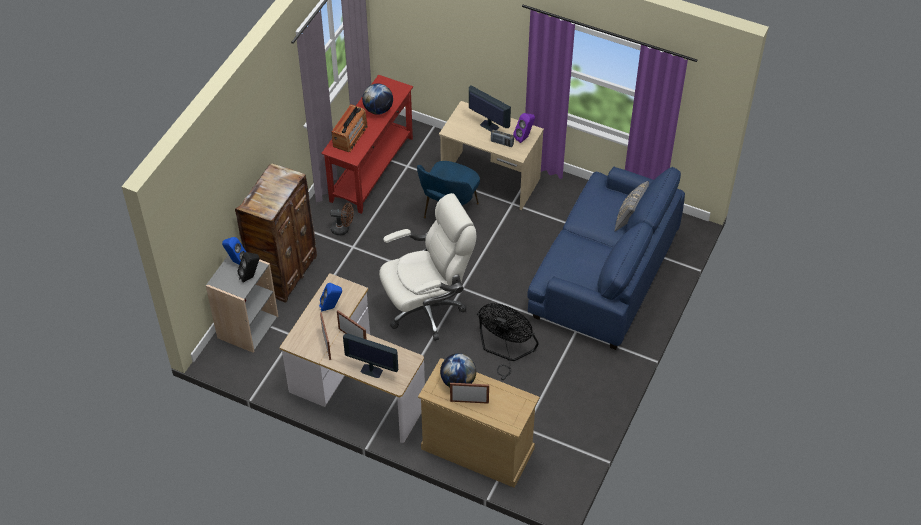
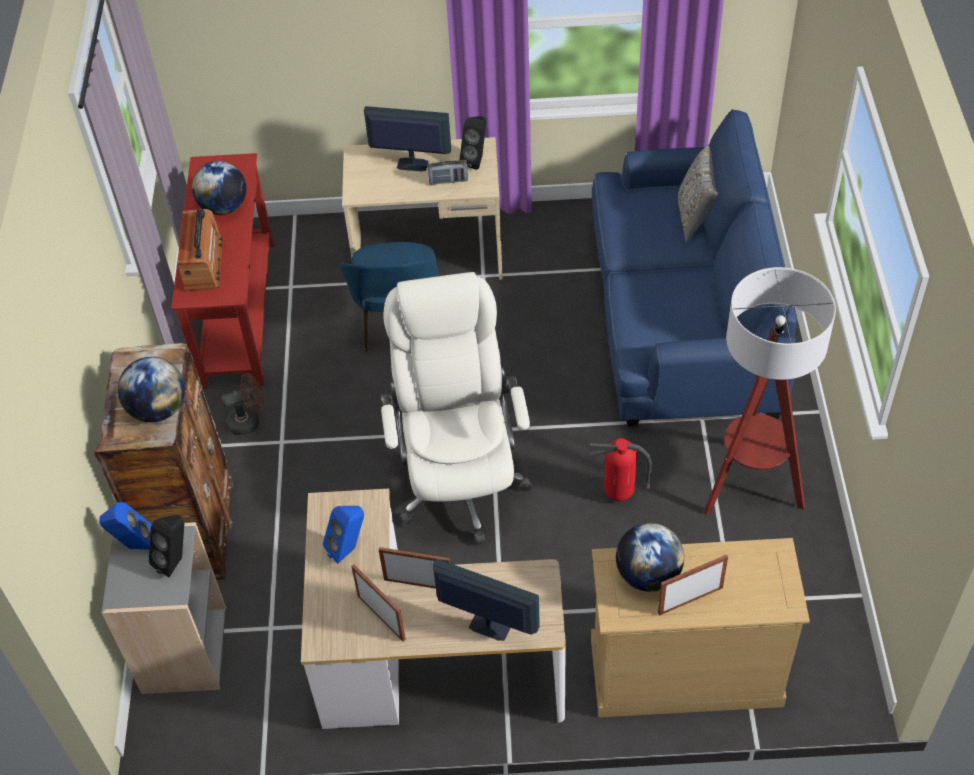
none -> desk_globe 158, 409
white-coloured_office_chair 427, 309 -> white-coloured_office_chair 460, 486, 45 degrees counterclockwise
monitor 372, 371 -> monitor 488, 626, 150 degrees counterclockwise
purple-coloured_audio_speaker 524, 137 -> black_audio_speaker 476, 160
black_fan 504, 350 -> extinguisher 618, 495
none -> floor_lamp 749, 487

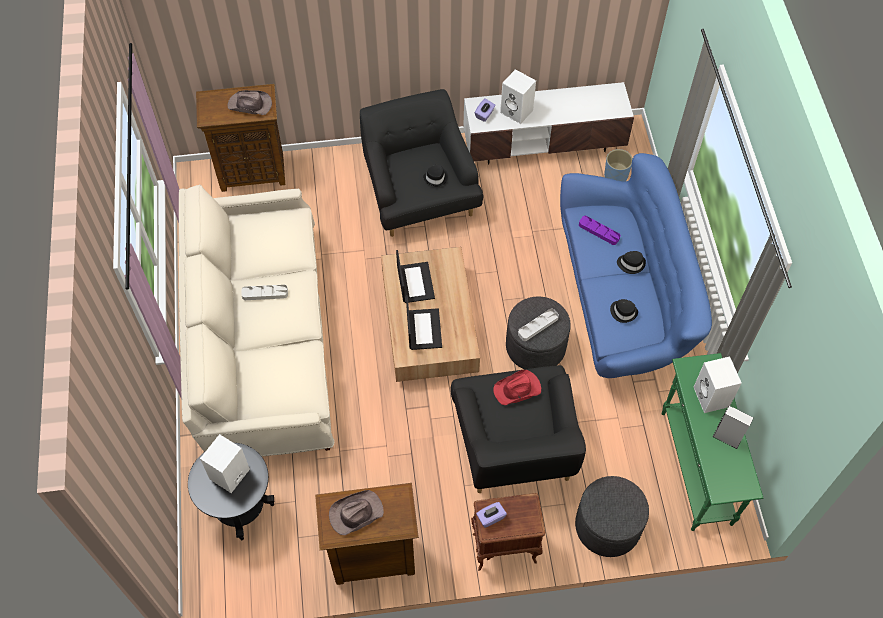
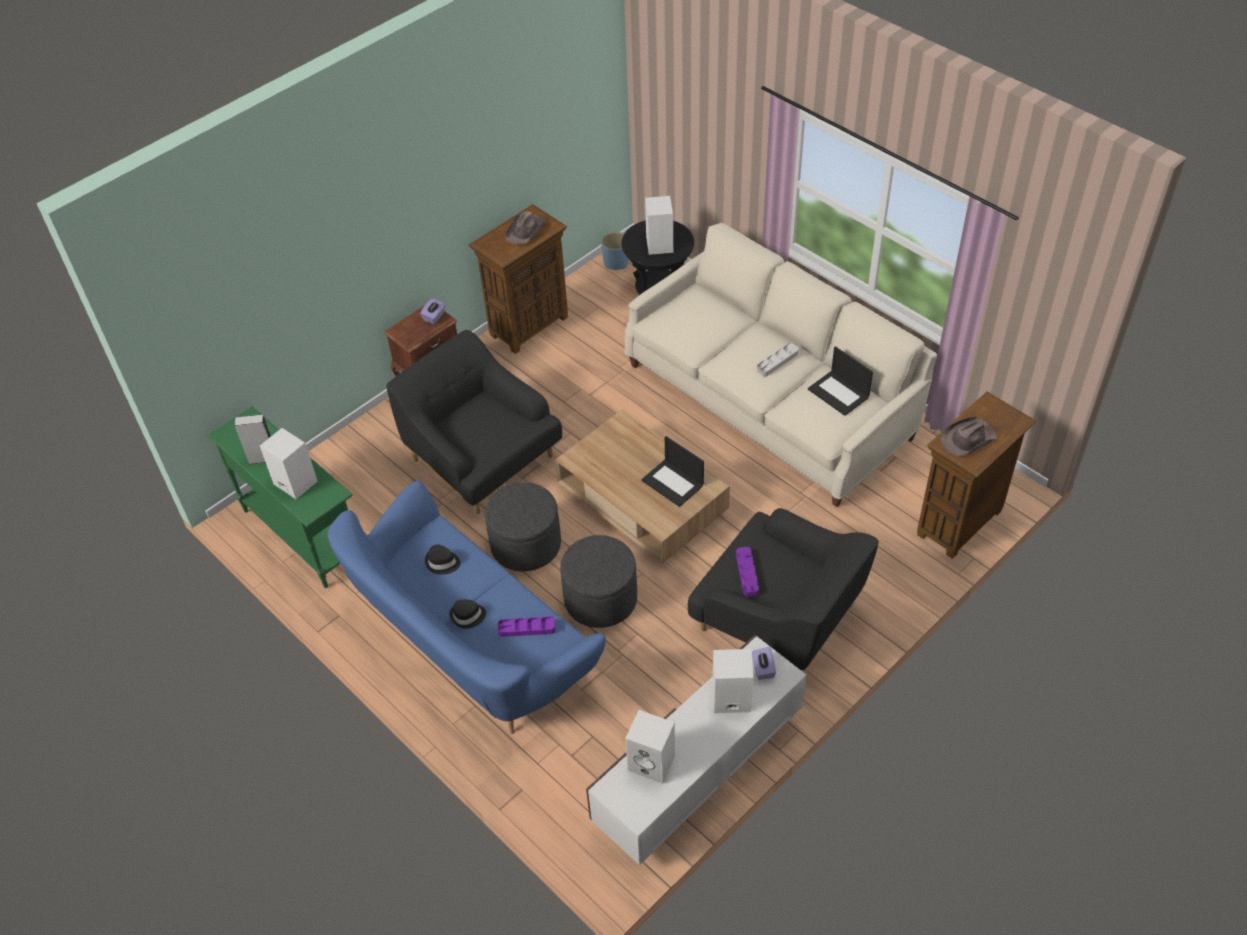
gray_pouffe 607, 526 -> gray_pouffe 600, 599, shifted
bluish_planter 615, 176 -> bluish_planter 616, 262, shifted
none -> white-coloured_audio_speaker 652, 763
black_hat 436, 178 -> purple-coloured_serving_tray 747, 573
notebook_computer 423, 329 -> notebook_computer 839, 393, shifted
red_hat 517, 389 -> none
gray_serving_tray 538, 326 -> none

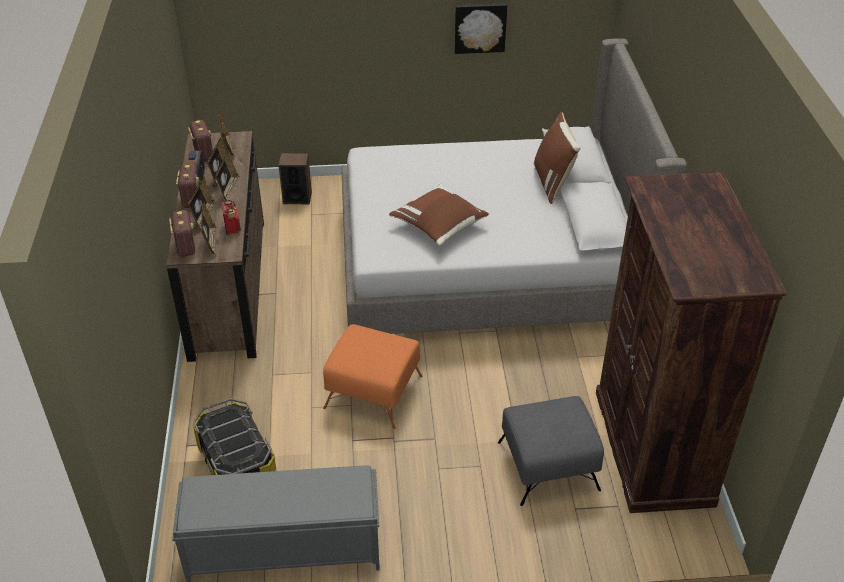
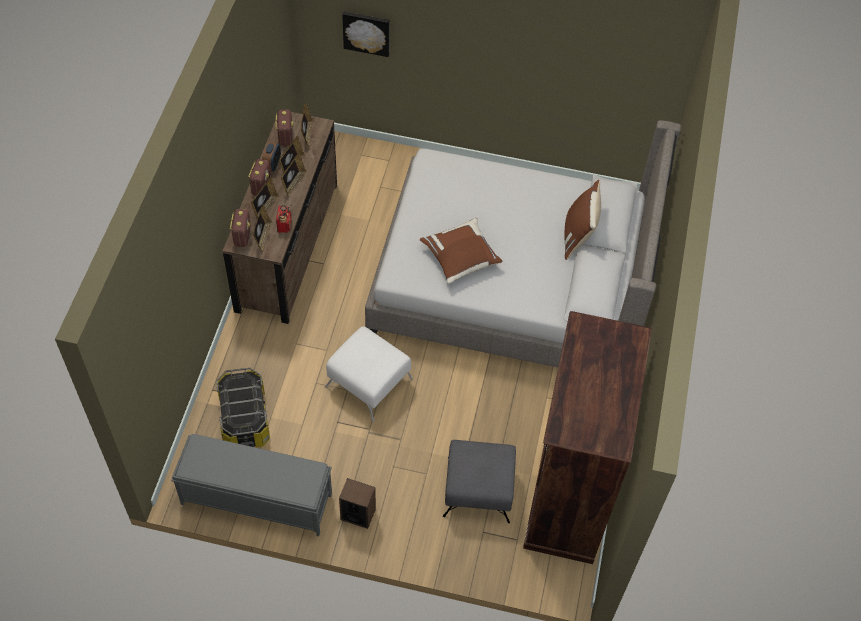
orange_pouffe 373, 391 -> white-coloured_pouffe 368, 382
audio_speaker 297, 198 -> audio_speaker 358, 514, shifted
picture 480, 27 -> picture 366, 32, shifted

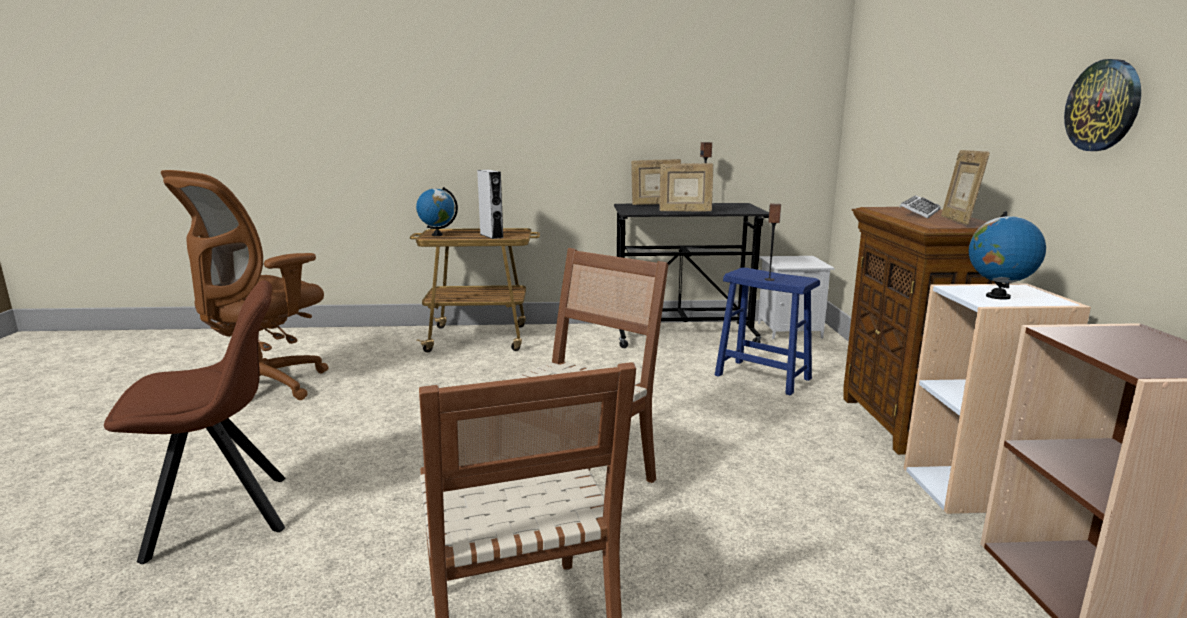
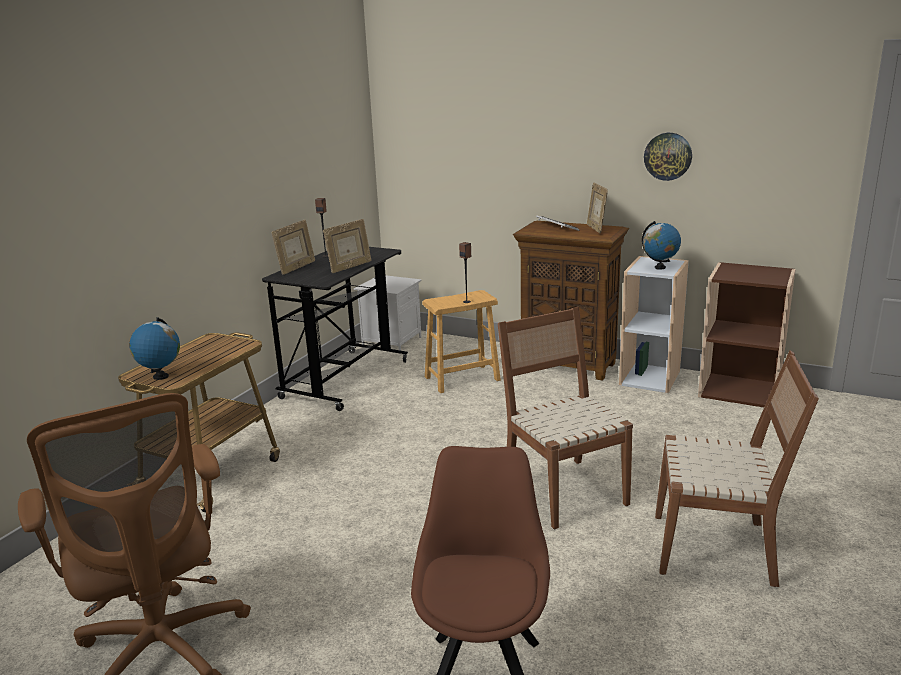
bluish_sitting_stool 762, 377 -> brownish_sitting_stool 462, 379
picture_frame 958, 221 -> picture_frame 596, 229, 45 degrees clockwise
gray_audio_speaker 491, 236 -> none

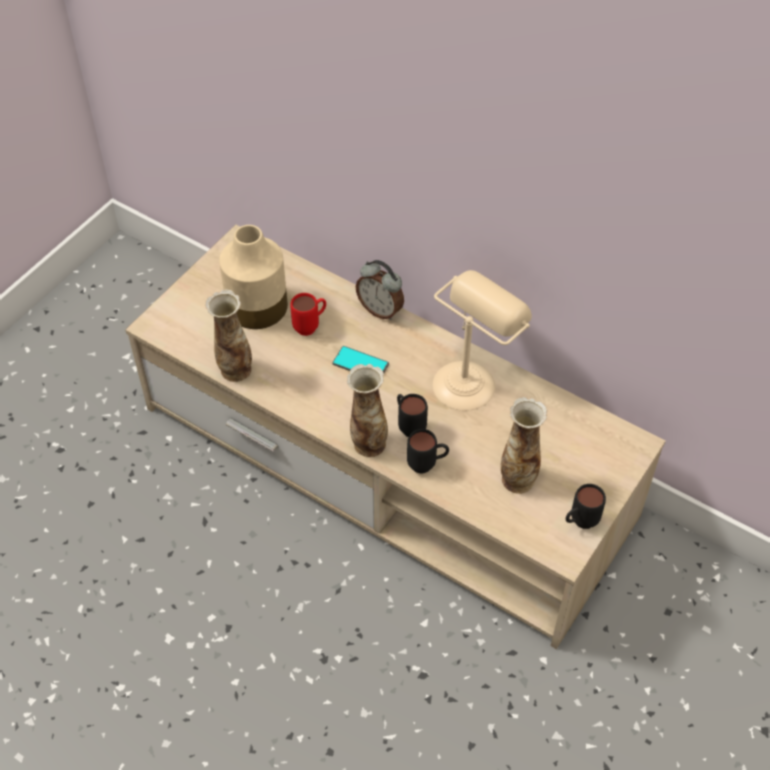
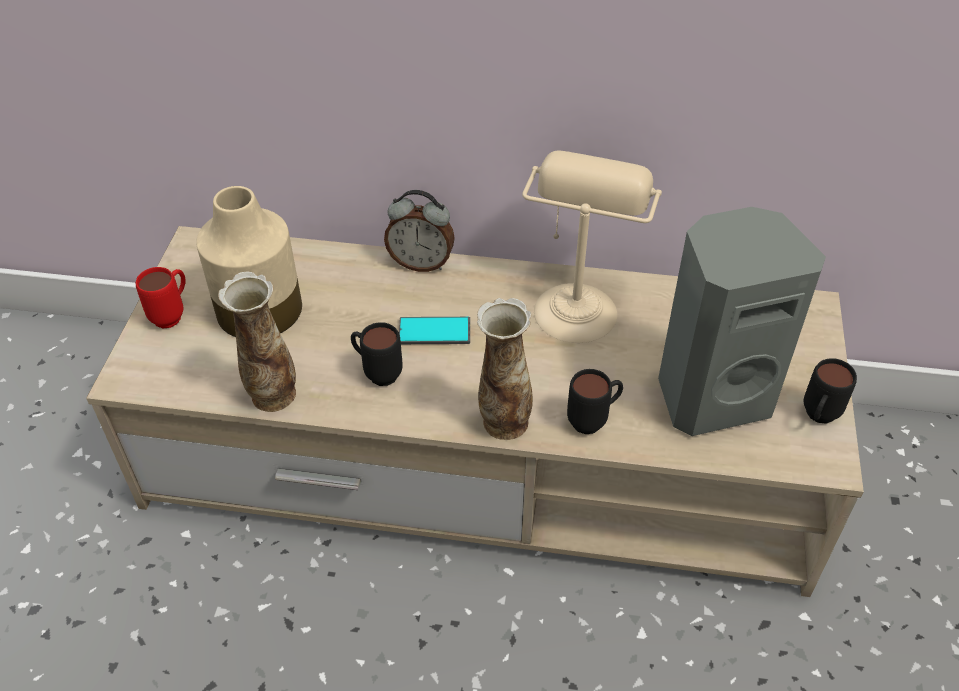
red_coffee_mug 310, 326 -> red_coffee_mug 173, 314, shifted
black_coffee_mug 409, 426 -> black_coffee_mug 377, 372, shifted
decorative_vase 518, 479 -> gray_audio_speaker 712, 395

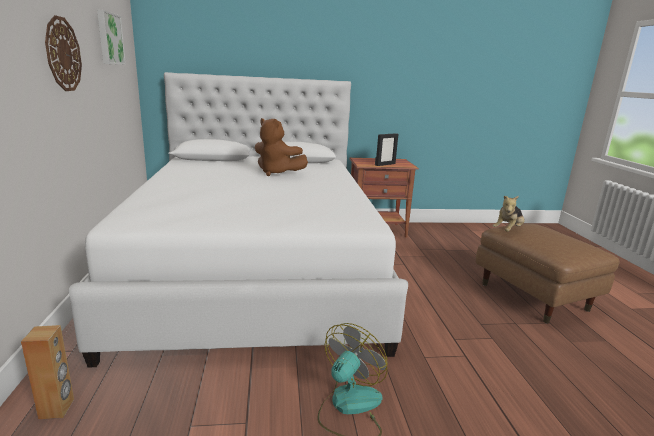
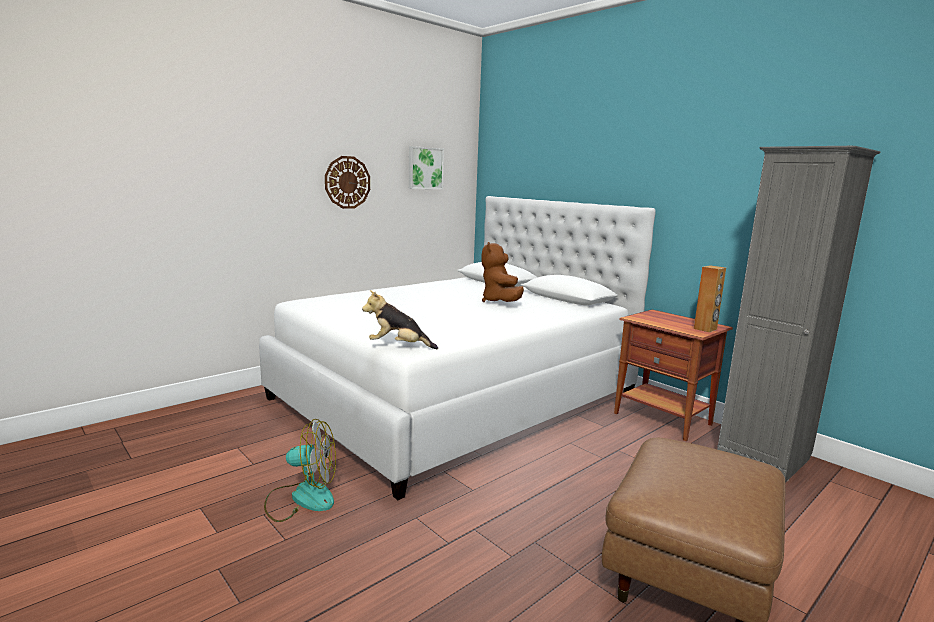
cuddly_toy 508, 231 -> cuddly_toy 398, 346, shifted
brownish_audio_speaker 57, 409 -> brownish_audio_speaker 705, 329, shifted
none -> gray_cupboard 764, 458
picture_frame 385, 164 -> none

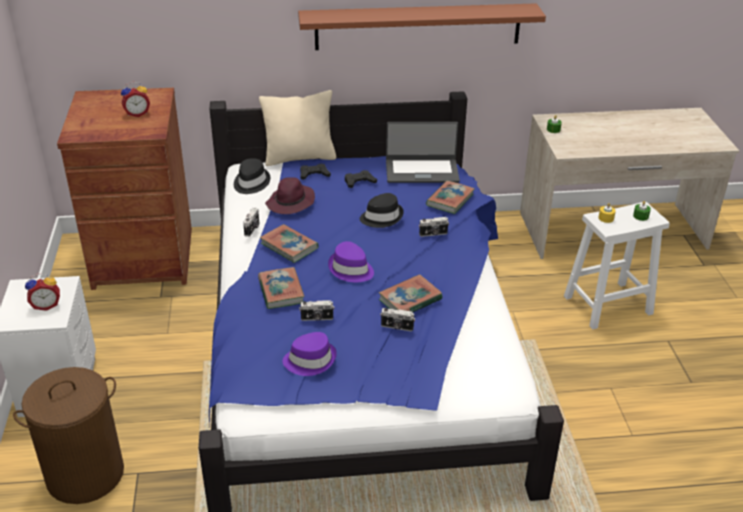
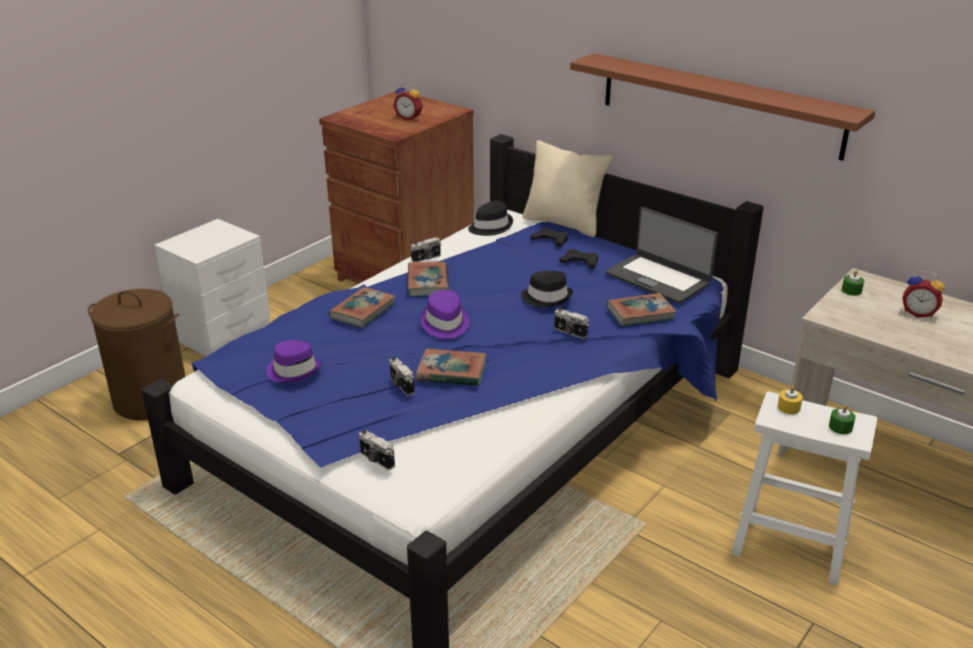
photo_camera 317, 318 -> photo_camera 376, 460, shifted
bedside_clock 46, 305 -> bedside_clock 918, 313, shifted
purple-coloured_hat 290, 203 -> none

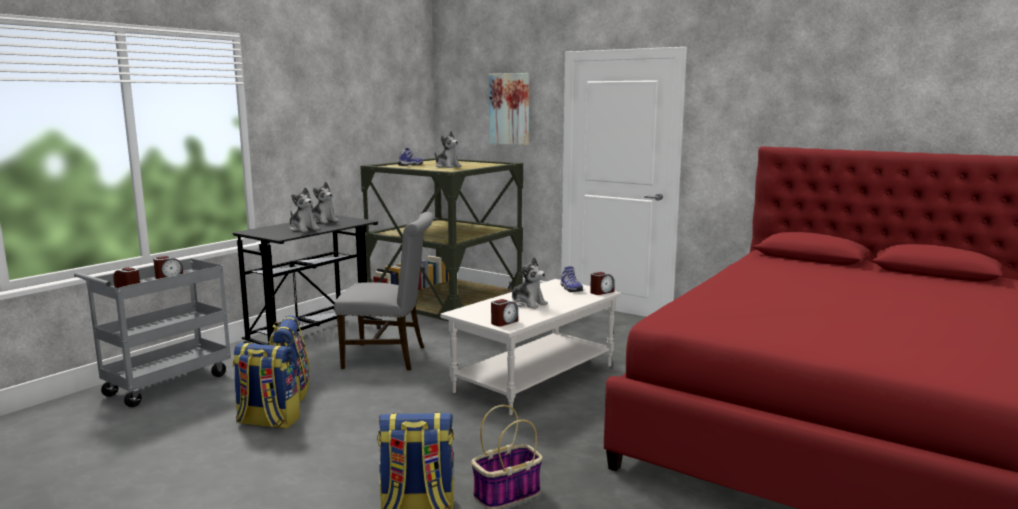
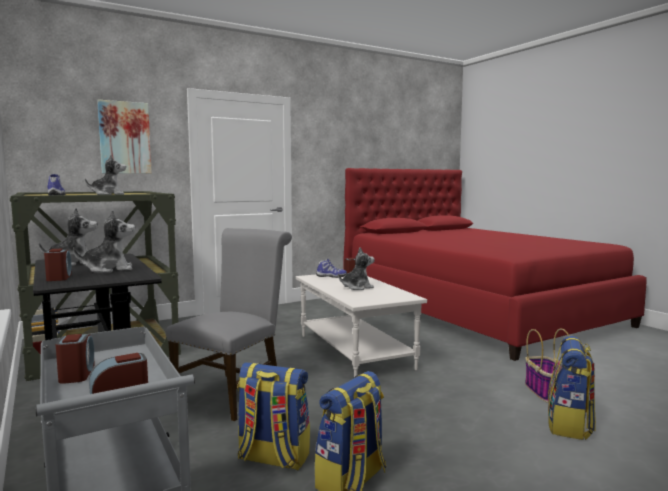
bedside_clock 504, 322 -> bedside_clock 59, 277, shifted

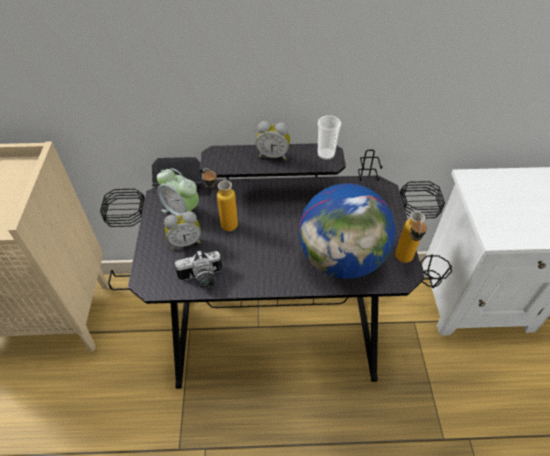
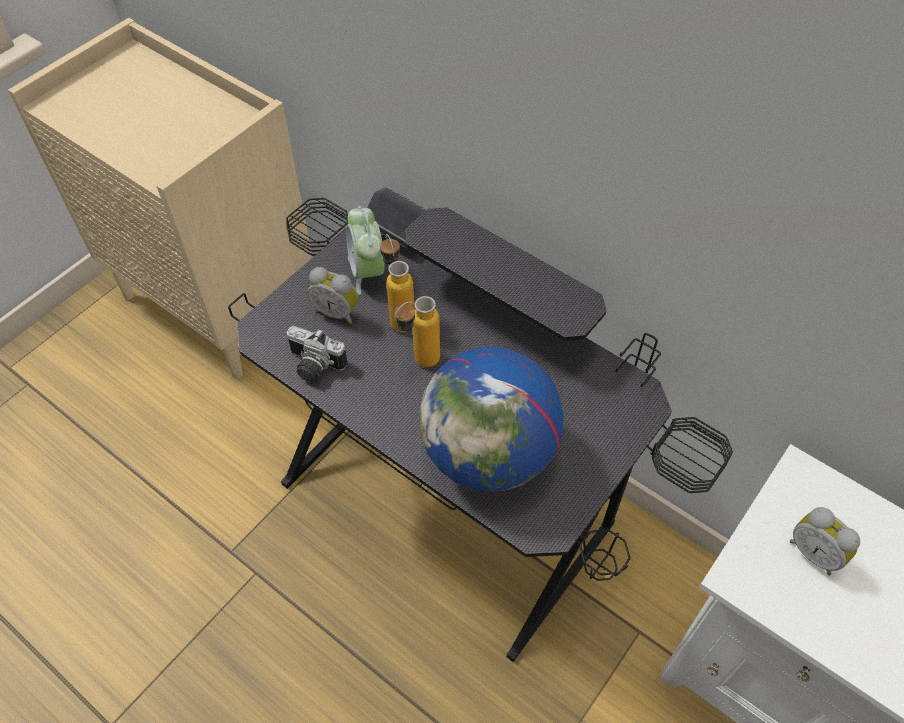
beverage_bottle 403, 262 -> beverage_bottle 418, 363, shifted
bedside_clock 273, 155 -> bedside_clock 814, 552, shifted
small_cup 326, 154 -> none

